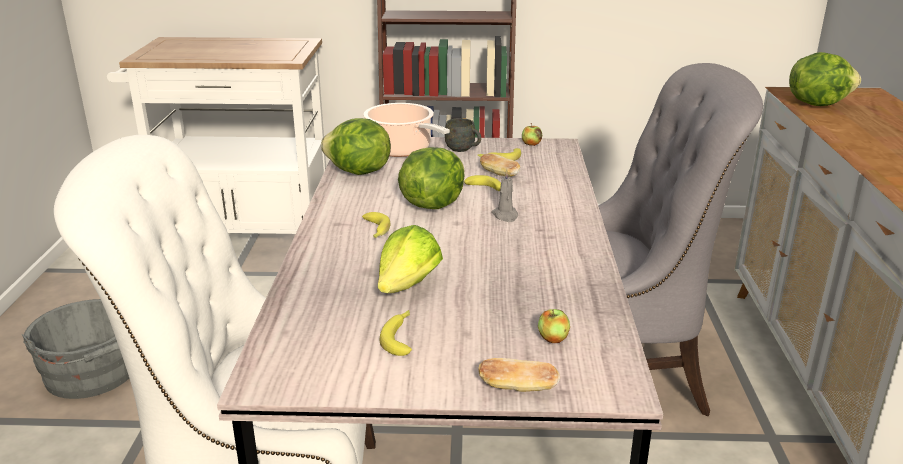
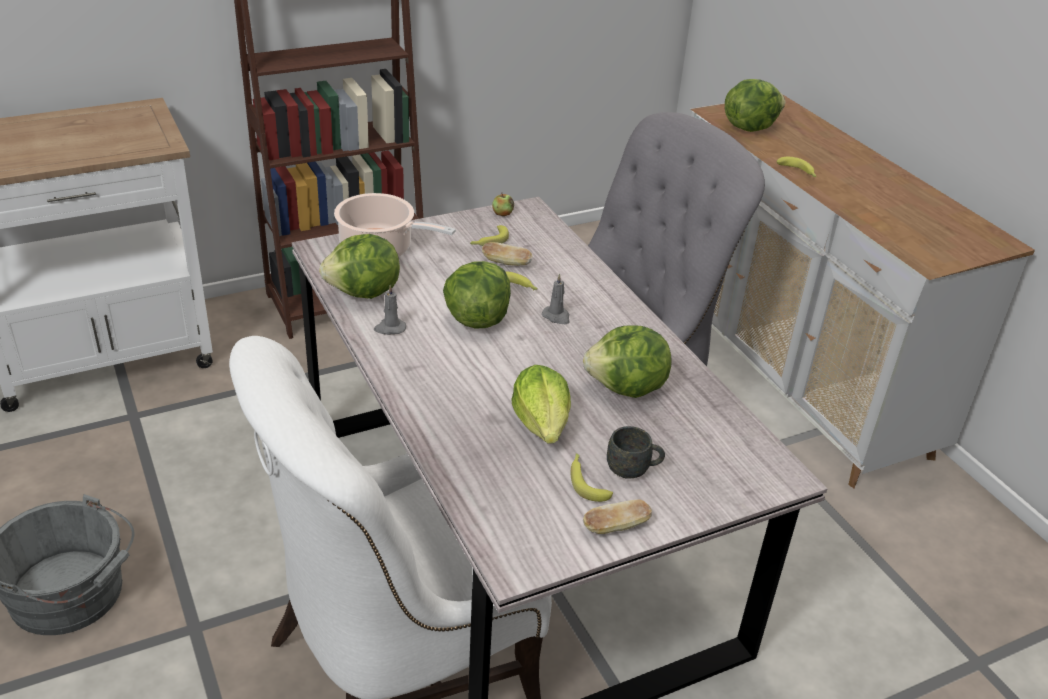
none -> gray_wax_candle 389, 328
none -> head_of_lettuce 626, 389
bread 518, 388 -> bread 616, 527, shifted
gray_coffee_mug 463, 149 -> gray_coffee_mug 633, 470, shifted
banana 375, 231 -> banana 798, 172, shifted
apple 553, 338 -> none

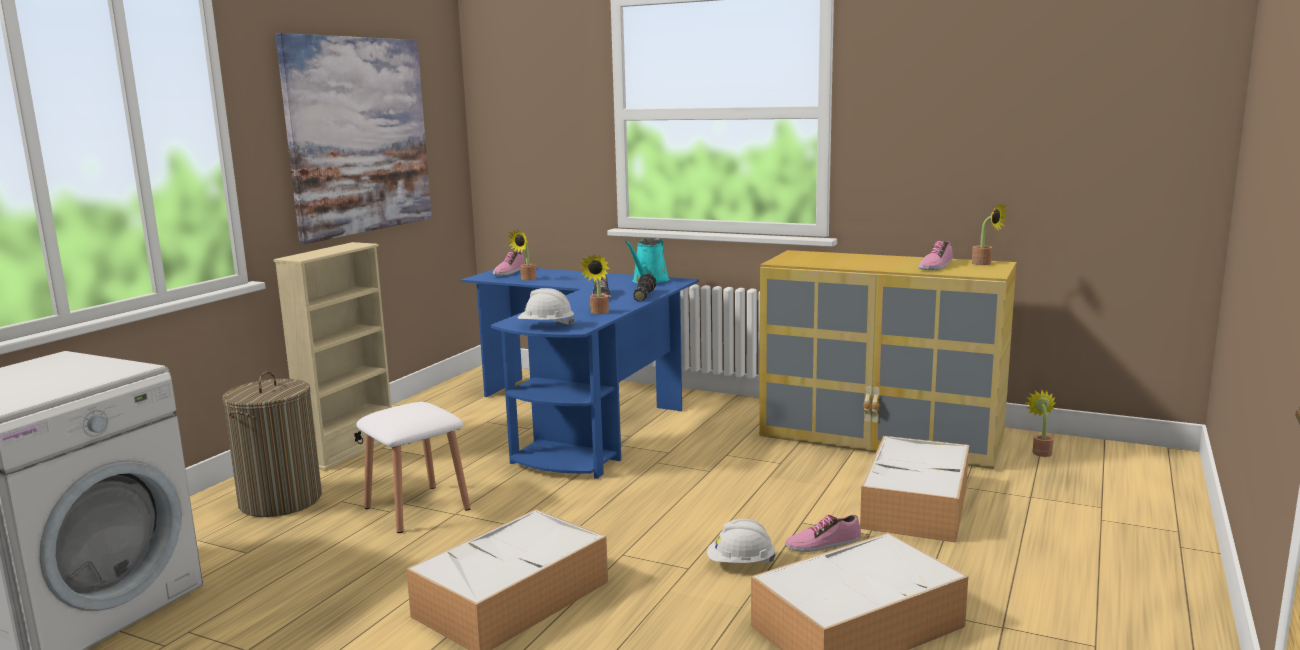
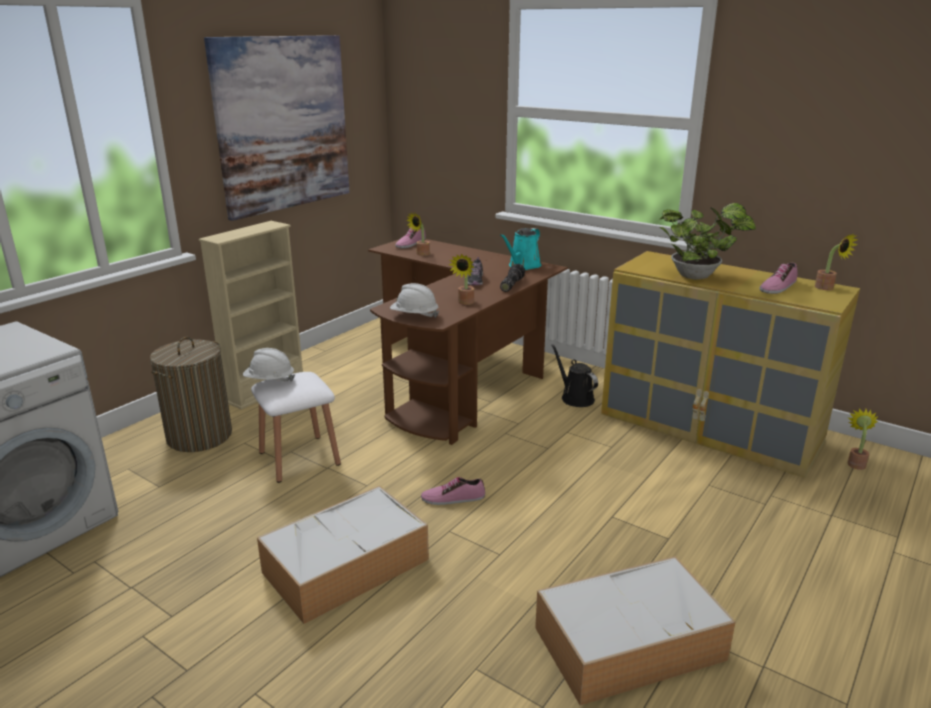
white-coloured_work_helmet 740, 564 -> white-coloured_work_helmet 269, 380, shifted
bluish_desk_unit 585, 417 -> brownish_desk_unit 460, 377
low_shoe 823, 543 -> low_shoe 453, 498, shifted
none -> black_watering_pot 575, 398
none -> plant_in_a_pot 698, 277
storage_box 916, 506 -> none

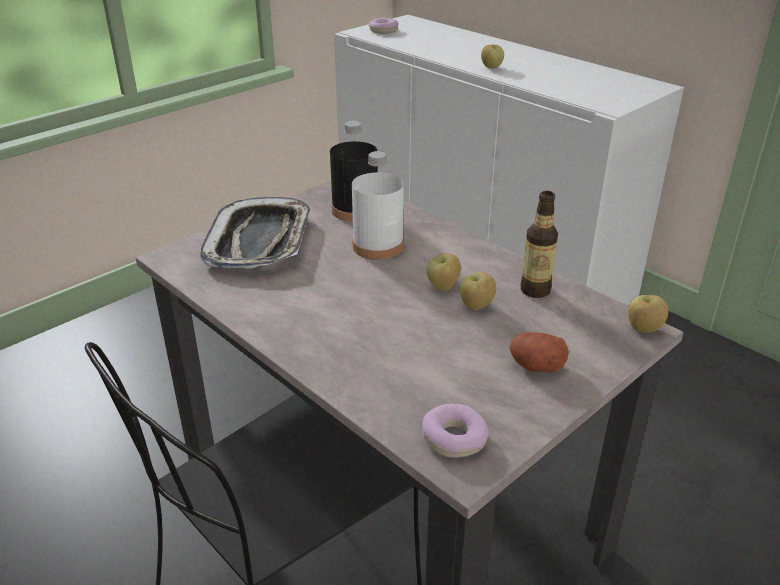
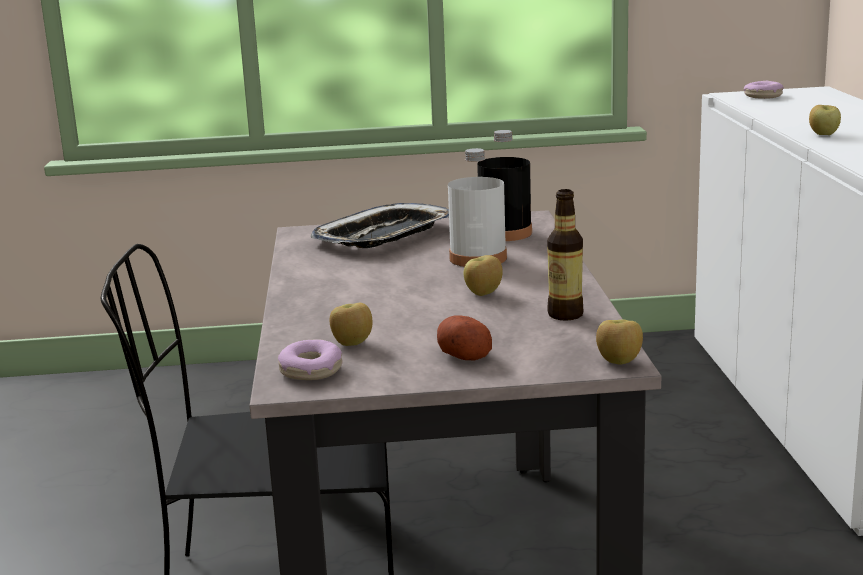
apple 476, 306 -> apple 352, 344, shifted

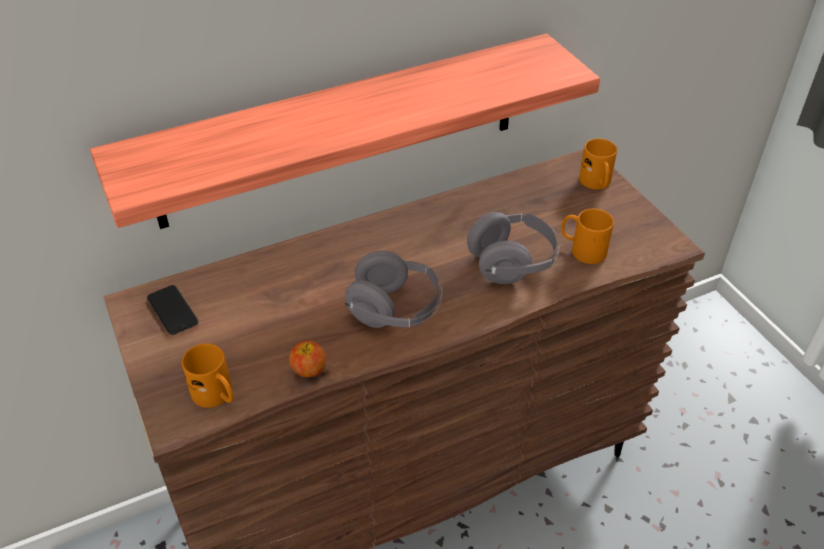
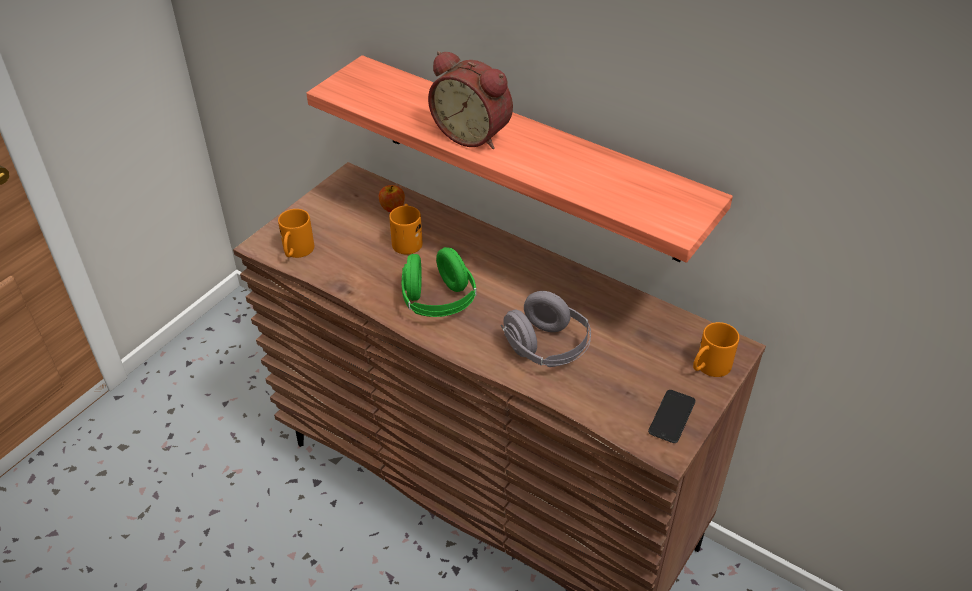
apple 308, 370 -> apple 392, 208, shifted
orange_coffee_mug 581, 250 -> orange_coffee_mug 407, 239, shifted
gray_pair_of_headphones 395, 310 -> green-coloured_pair_of_headphones 438, 302
none -> bedside_clock 473, 134
phone 172, 310 -> phone 671, 417, shifted

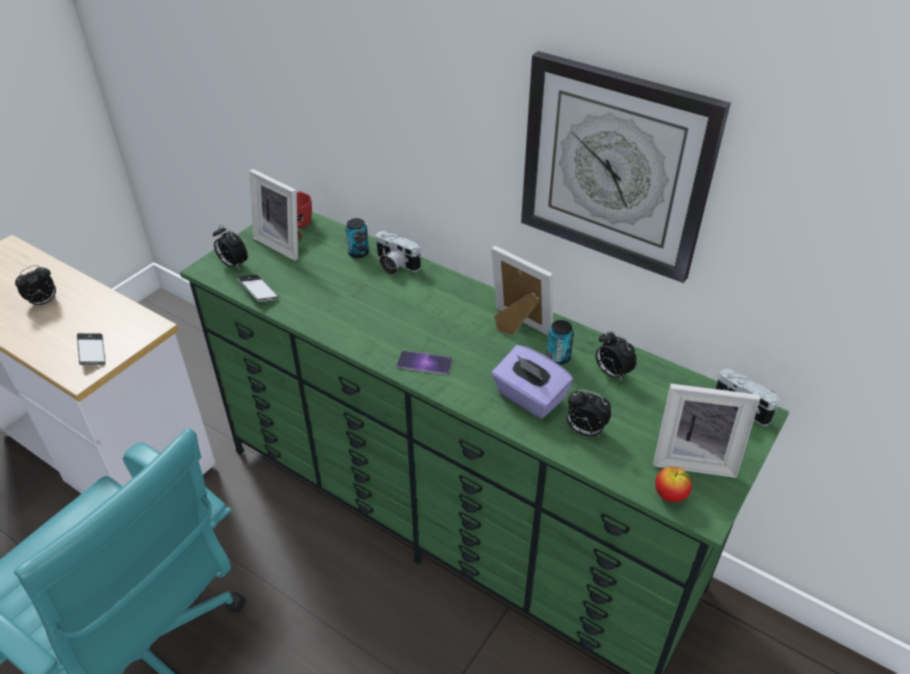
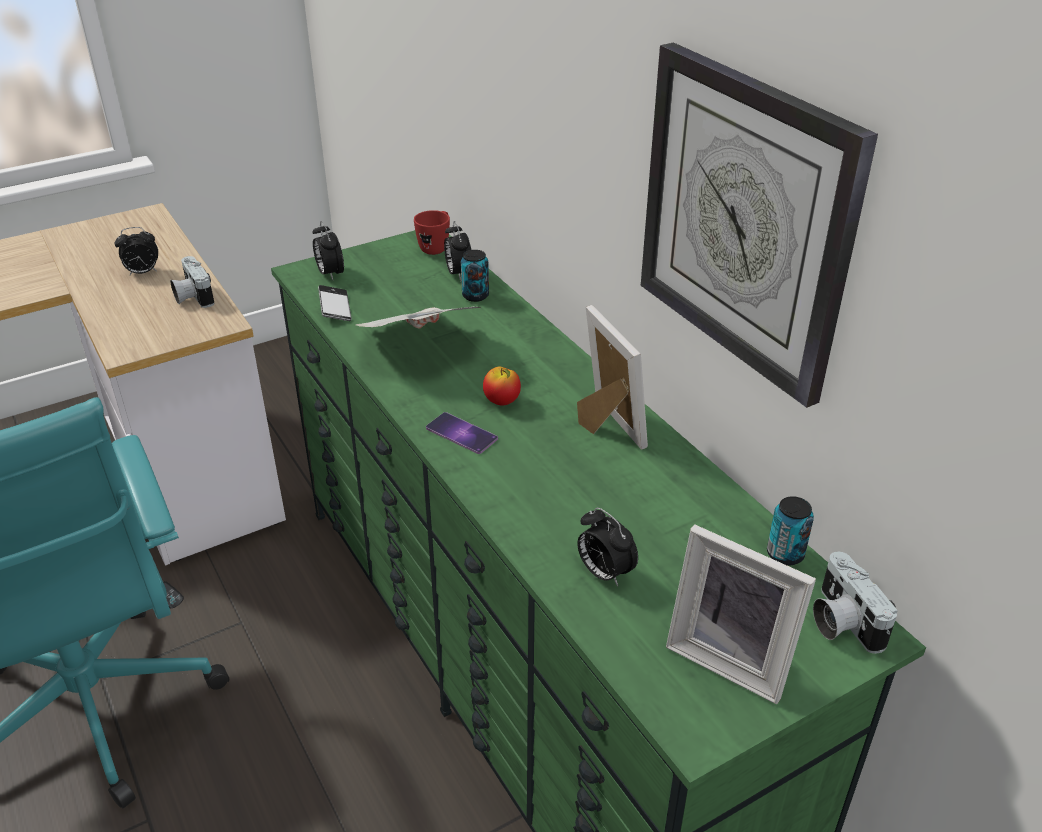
photo_camera 394, 265 -> photo_camera 192, 296, shifted
none -> daily_paper 420, 345
bedside_clock 611, 373 -> bedside_clock 458, 274, shifted
apple 670, 495 -> apple 502, 402, shifted
can 558, 357 -> can 785, 554, shifted
phone 92, 352 -> none
picture_frame 284, 243 -> none
purple-coloured_tissue_box 529, 397 -> none

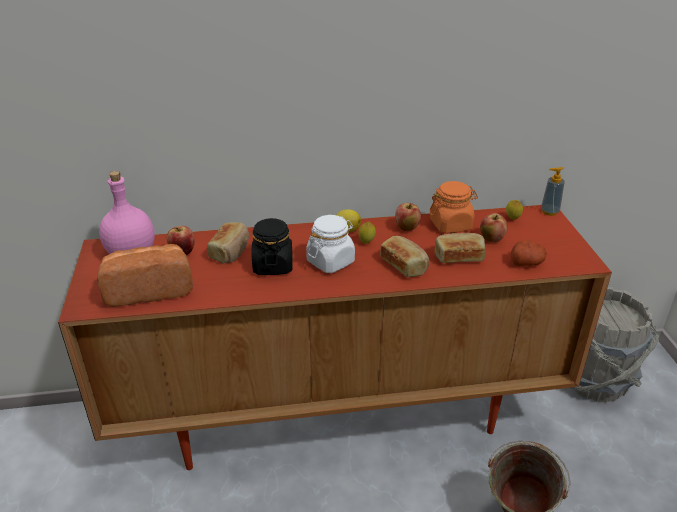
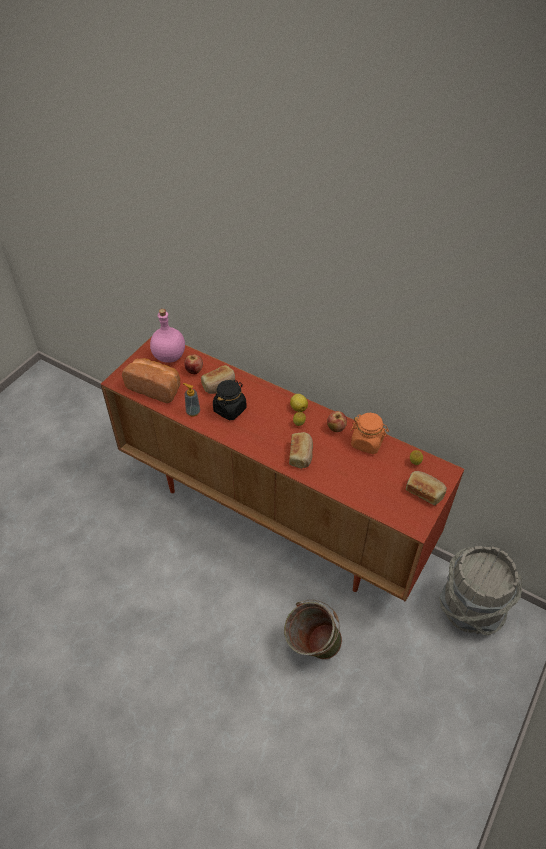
liquid_soap_bottle 549, 212 -> liquid_soap_bottle 193, 412, shifted
bread 458, 257 -> bread 424, 492, shifted
white-coloured_jar 330, 261 -> none
apple 491, 239 -> none
spud 526, 262 -> none

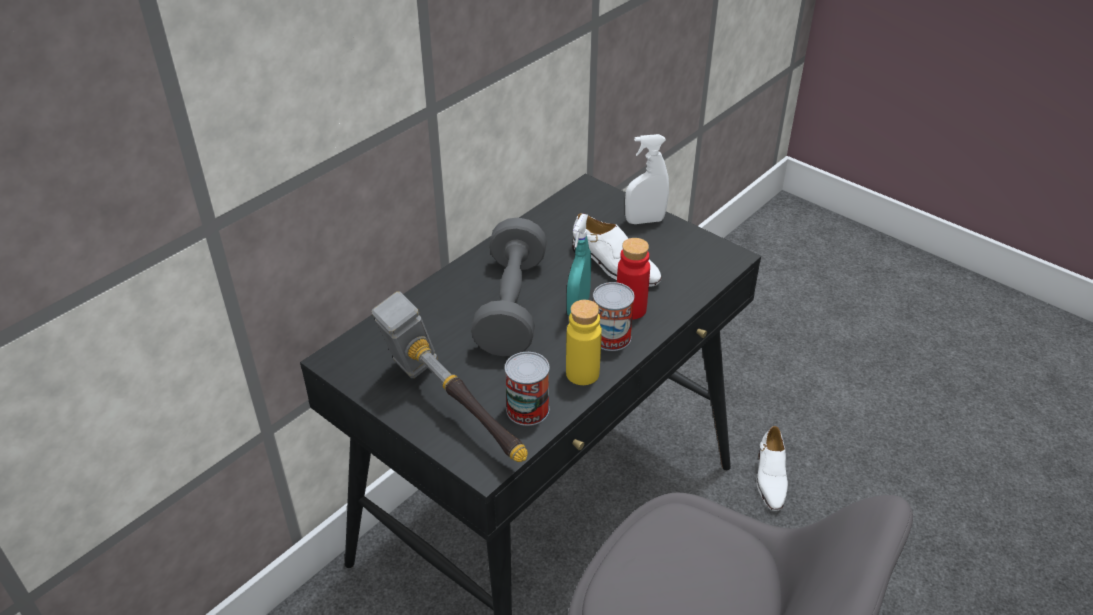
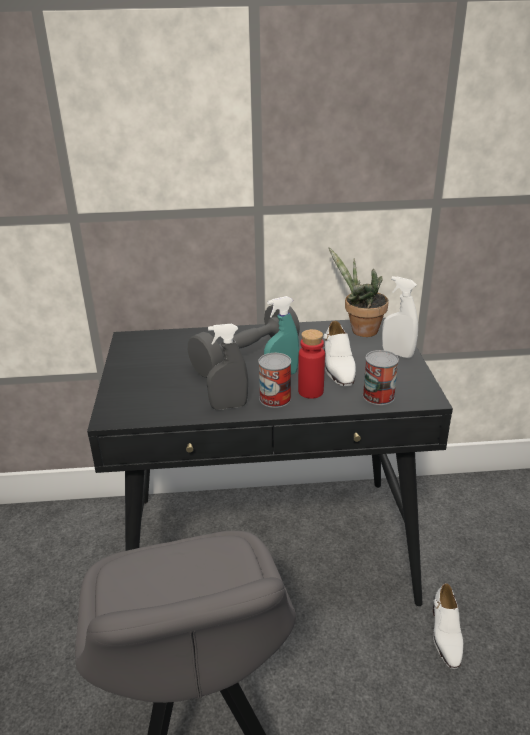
yellow_beverage_bottle 582, 373 -> gray_sprayer 228, 406
none -> plant_in_a_pot 360, 330
can 527, 409 -> can 378, 396, shifted
white-coloured_low_shoe 770, 478 -> white-coloured_low_shoe 445, 634, 45 degrees counterclockwise
hammer 452, 410 -> none

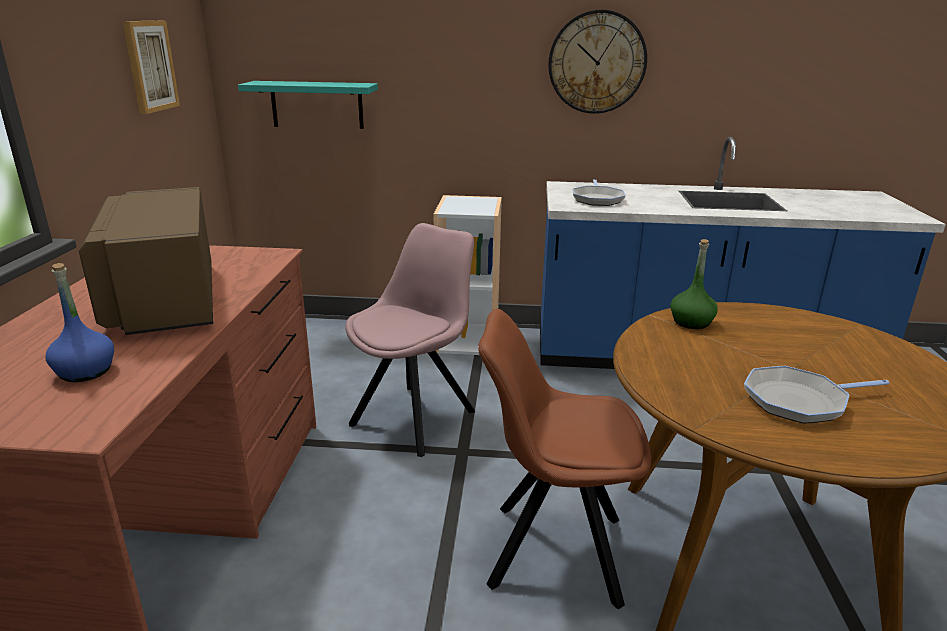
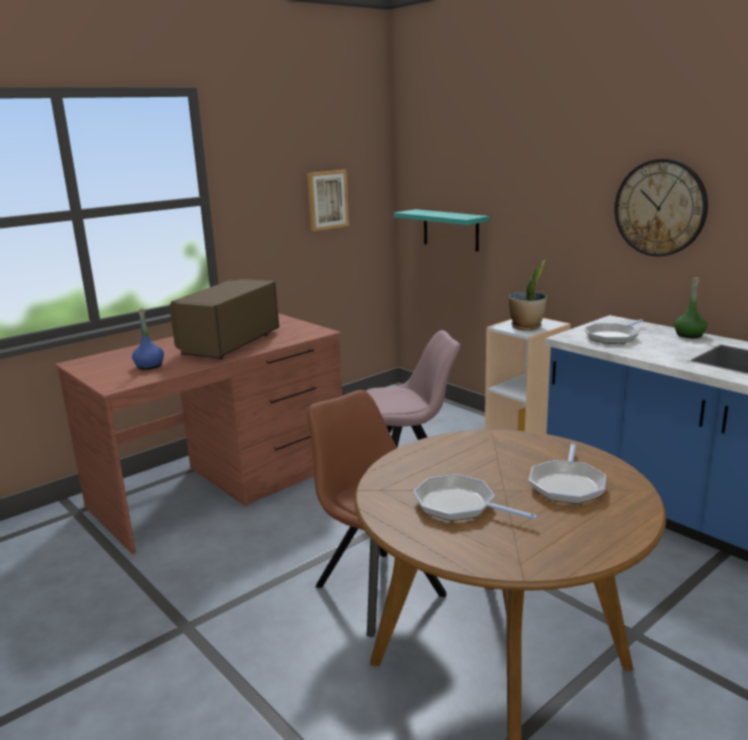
none -> plant_in_a_pot 526, 327
none -> pan 567, 485
green-coloured_beverage_bottle 691, 322 -> green-coloured_beverage_bottle 689, 335, shifted

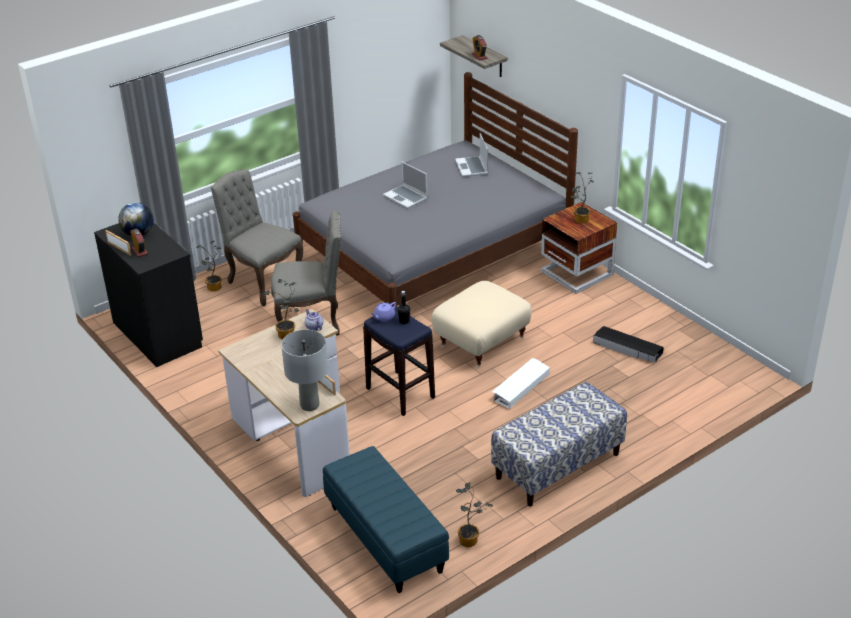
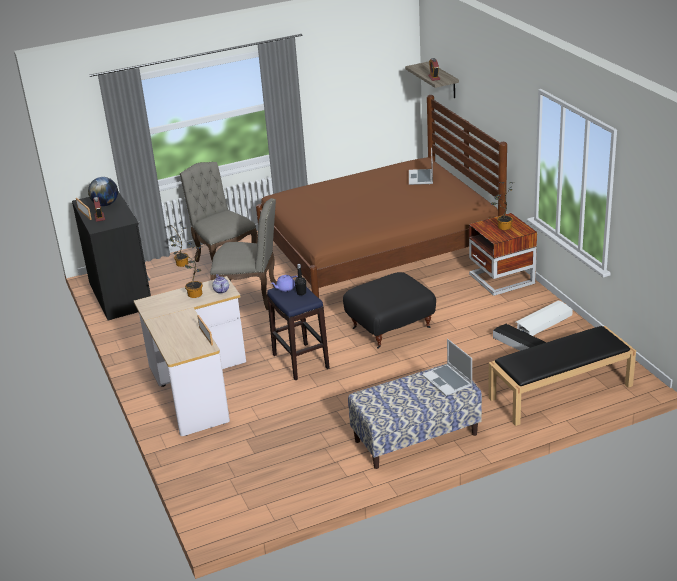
gray_bed 433, 254 -> brownish_bed 379, 252
sand-coloured_pouffe 481, 342 -> black_pouffe 390, 327
notebook_computer 406, 197 -> notebook_computer 448, 381, shifted
none -> black_bench 560, 392
white-coloured_storage_box 520, 387 -> white-coloured_storage_box 543, 322, shifted
gray_lamp_for_a_table 310, 405 -> none
bluish_pouffe 386, 539 -> none
plant_in_a_pot 471, 540 -> none

